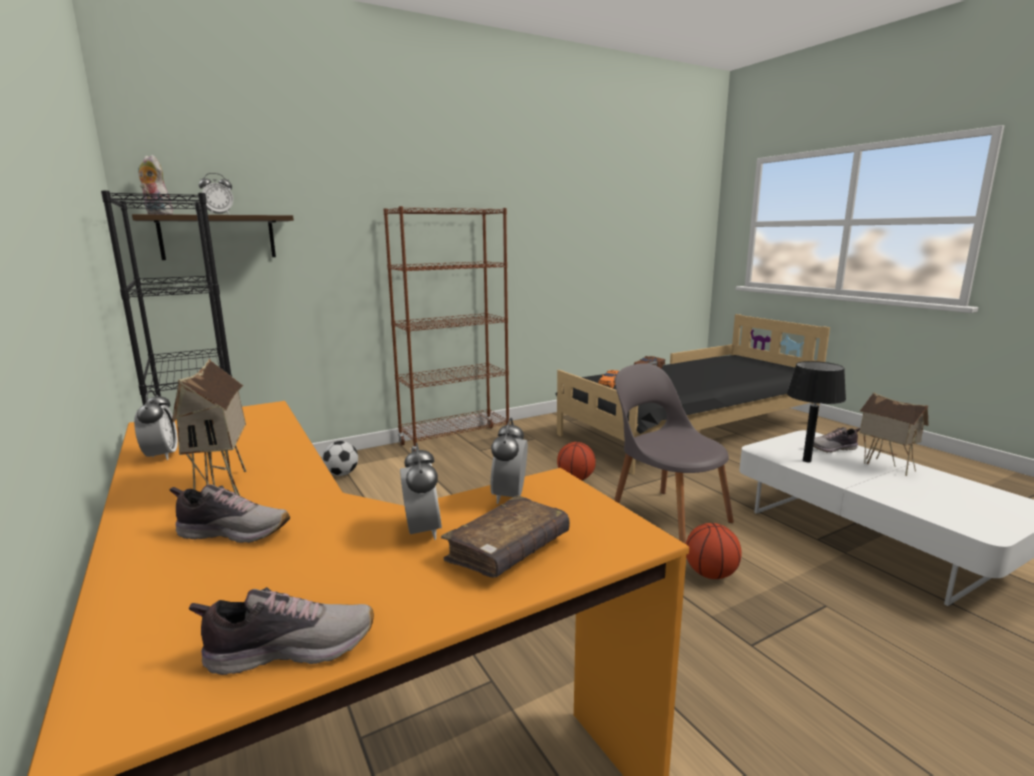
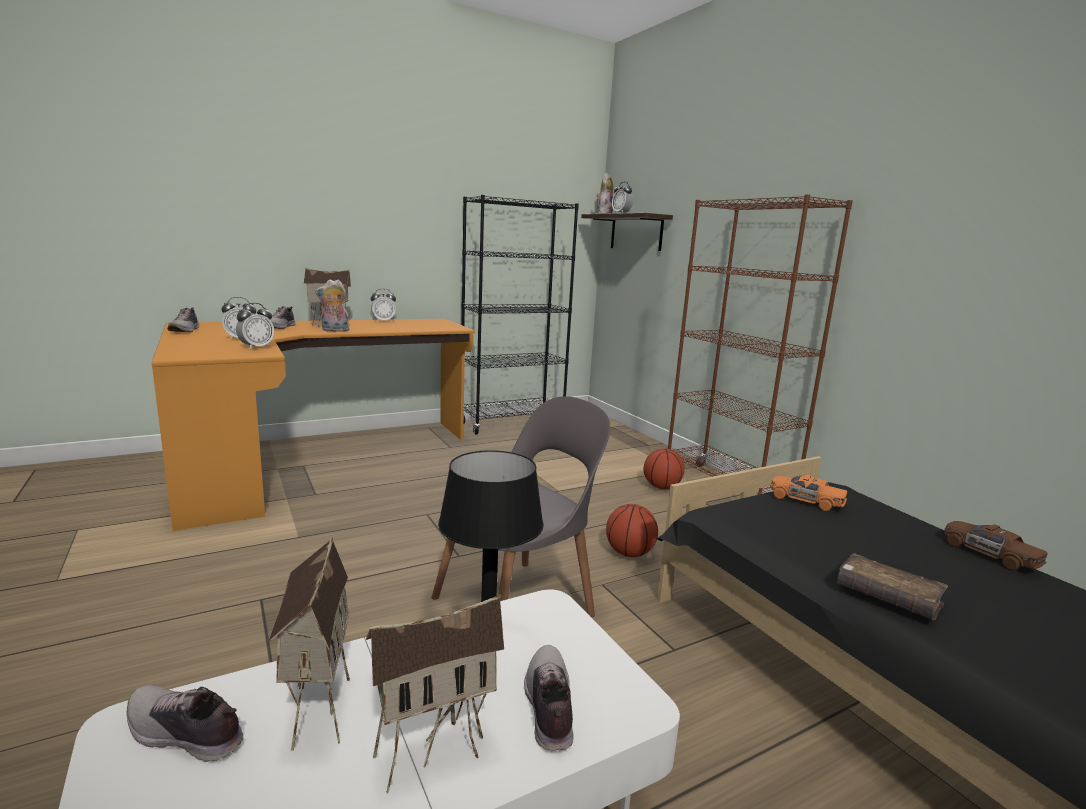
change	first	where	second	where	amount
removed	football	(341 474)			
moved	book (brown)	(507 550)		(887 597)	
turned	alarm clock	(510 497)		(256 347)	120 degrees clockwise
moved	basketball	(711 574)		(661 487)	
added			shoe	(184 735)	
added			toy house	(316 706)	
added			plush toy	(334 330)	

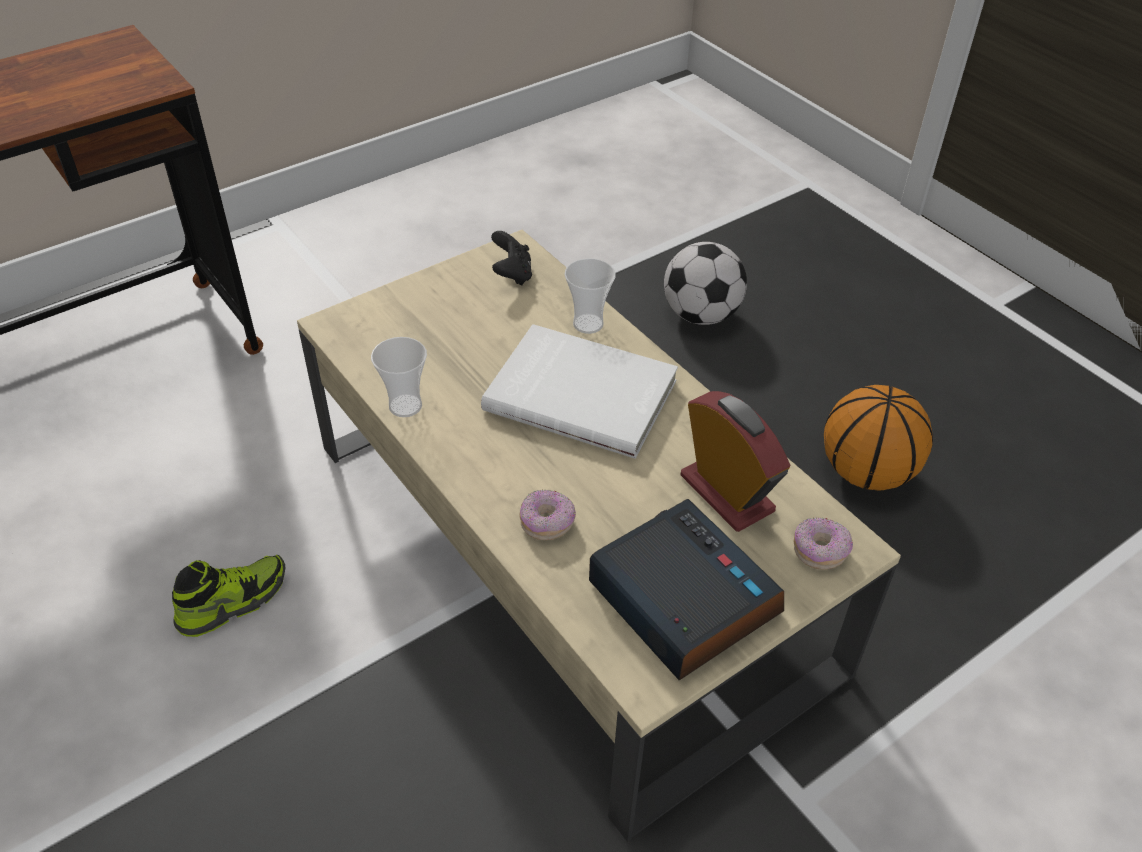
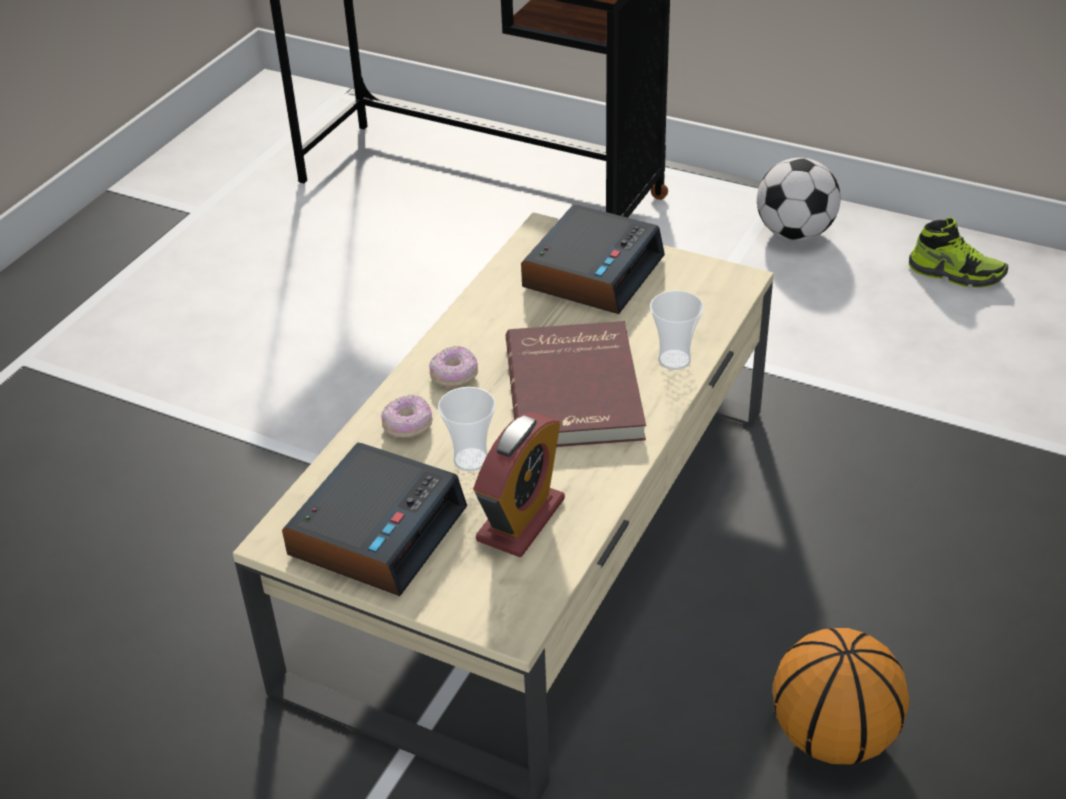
change	first	where	second	where	amount
moved	shoe	(233 602)		(955 273)	
moved	cup	(405 406)		(471 460)	
recoloured	book (white)	(582 393)	book (red)	(577 390)	
removed	game controller (black)	(512 274)			
moved	football	(700 315)		(794 233)	
moved	donut	(819 551)		(454 376)	
added			alarm clock	(592 272)	

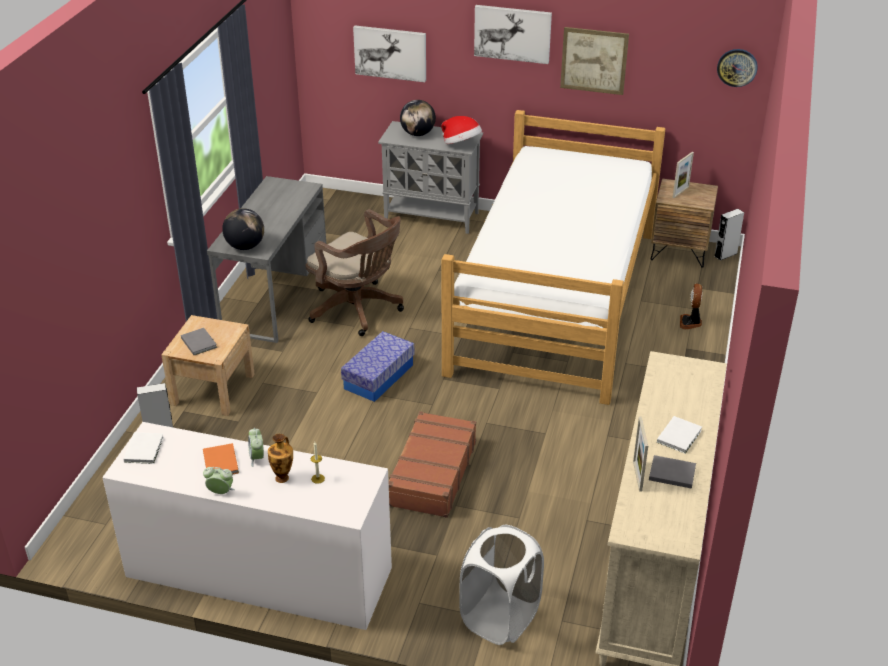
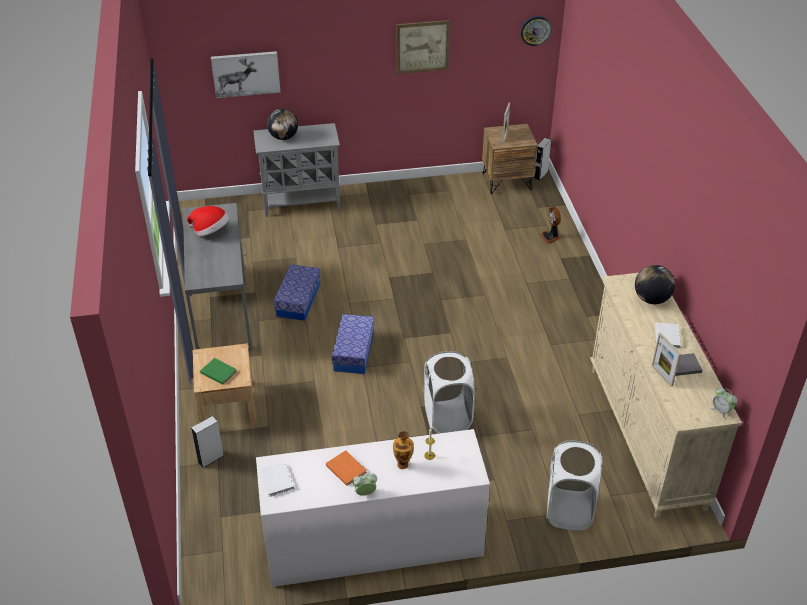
change	first	where	second	where	amount
recoloured	book (grey)	(199 342)	book (green)	(218 371)	
moved	globe	(245 246)		(651 299)	
moved	alarm clock	(257 458)		(721 411)	
replaced	office chair (brown)	(358 310)	storage box	(298 300)	
replaced	suitcase (brown)	(432 474)	laundry basket (white)	(447 417)	
moved	hat	(461 144)		(211 231)	
removed	bed	(556 300)			
removed	picture	(512 33)			

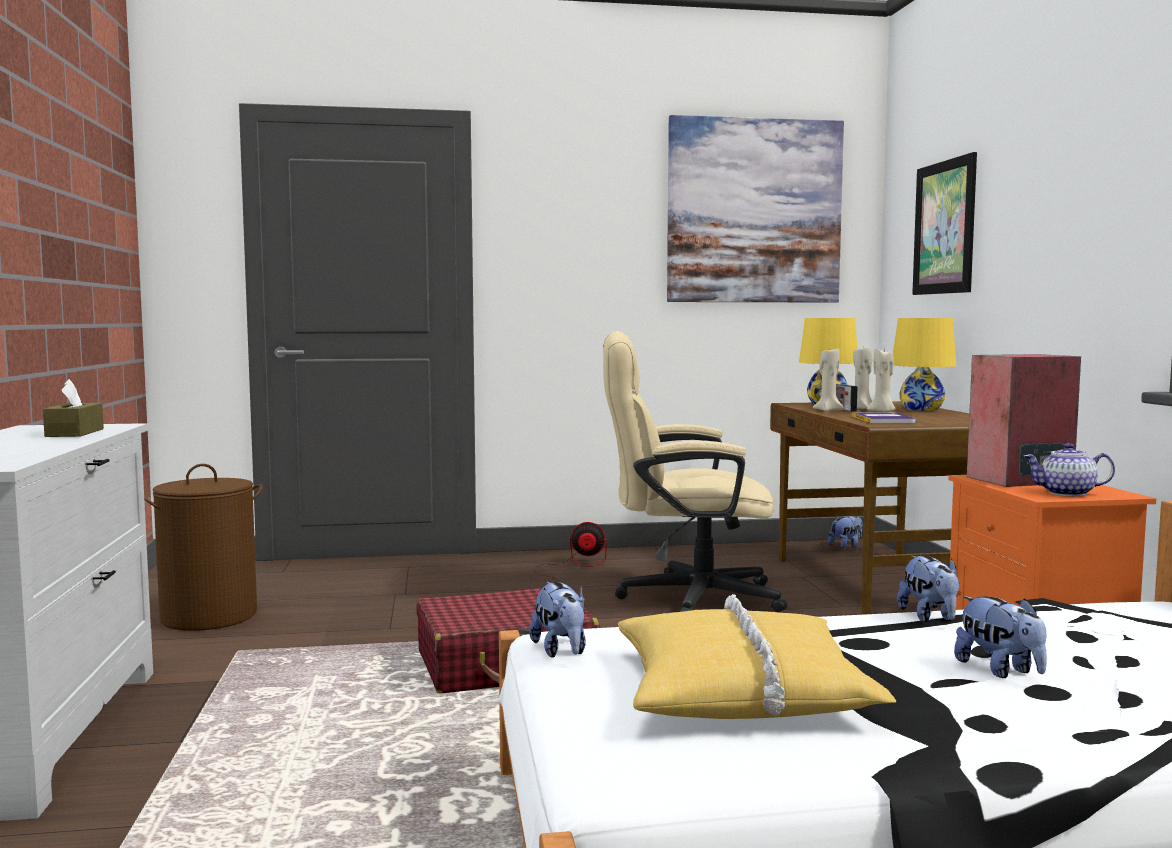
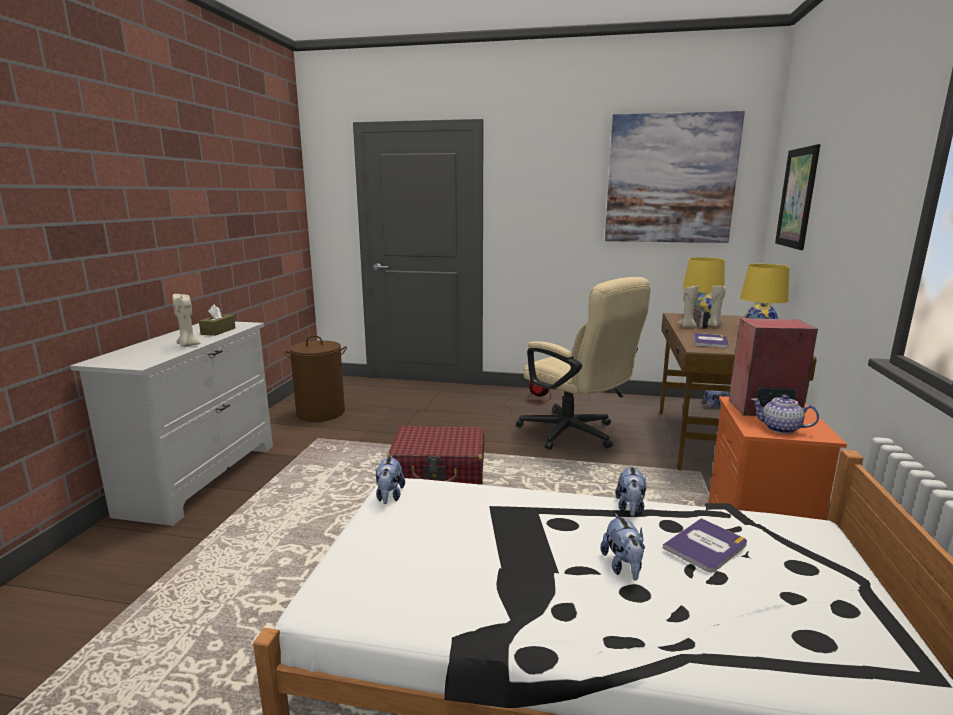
change	first	where	second	where	amount
turned	office chair (beige)	(684 597)		(575 435)	150 degrees counterclockwise
removed	pillow (yellow)	(741 689)			
moved	candle (beige)	(882 412)		(188 345)	
added			book	(705 546)	

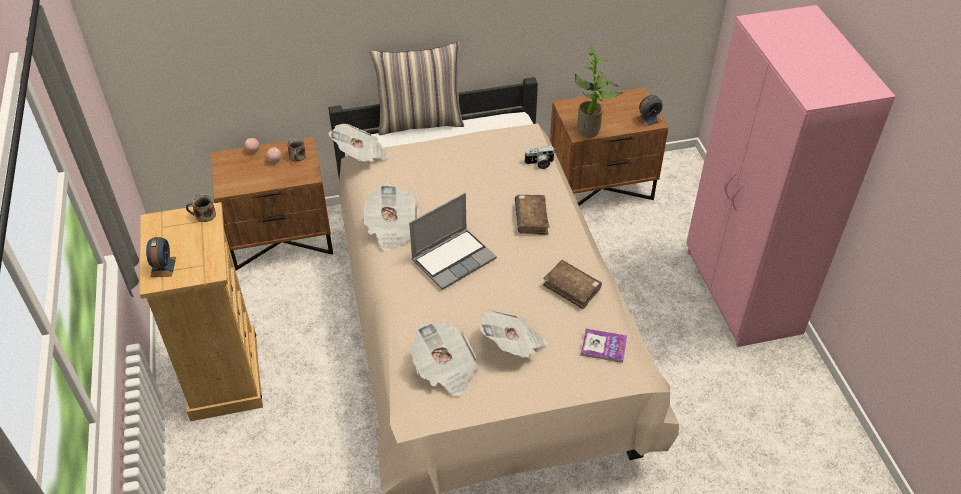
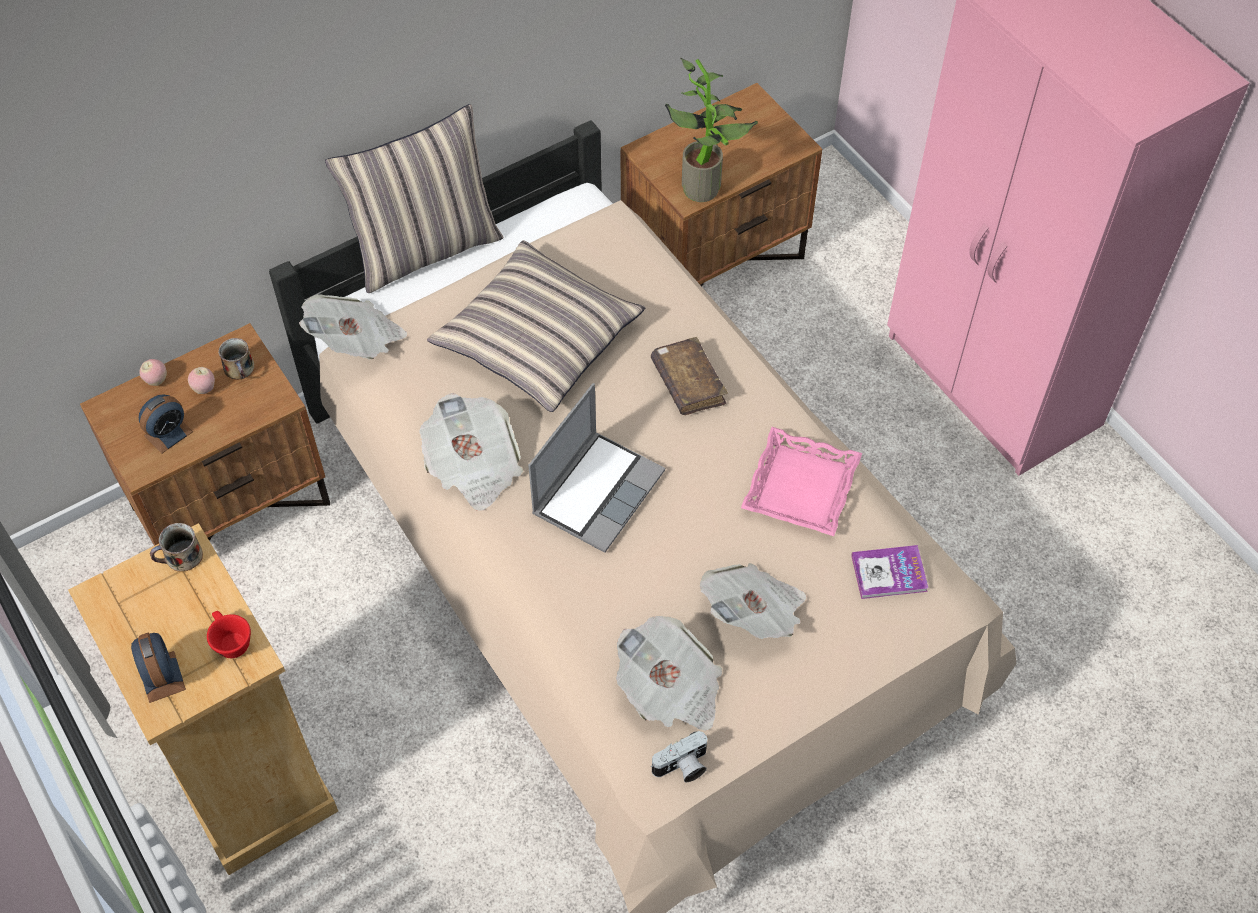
change	first	where	second	where	amount
moved	photo camera	(539 163)		(682 767)	
replaced	book (brown)	(572 288)	tray (pink)	(801 488)	
moved	alarm clock	(648 119)		(168 433)	
added			cup (red)	(230 641)	
added			pillow	(538 338)	

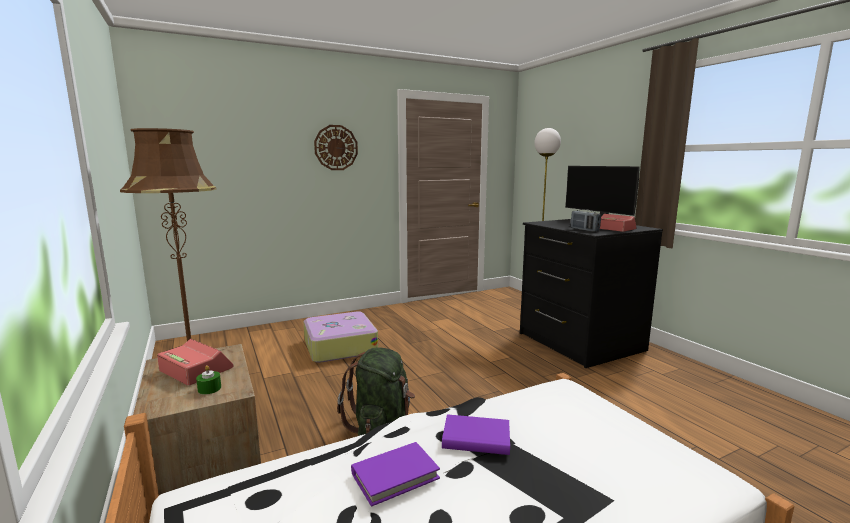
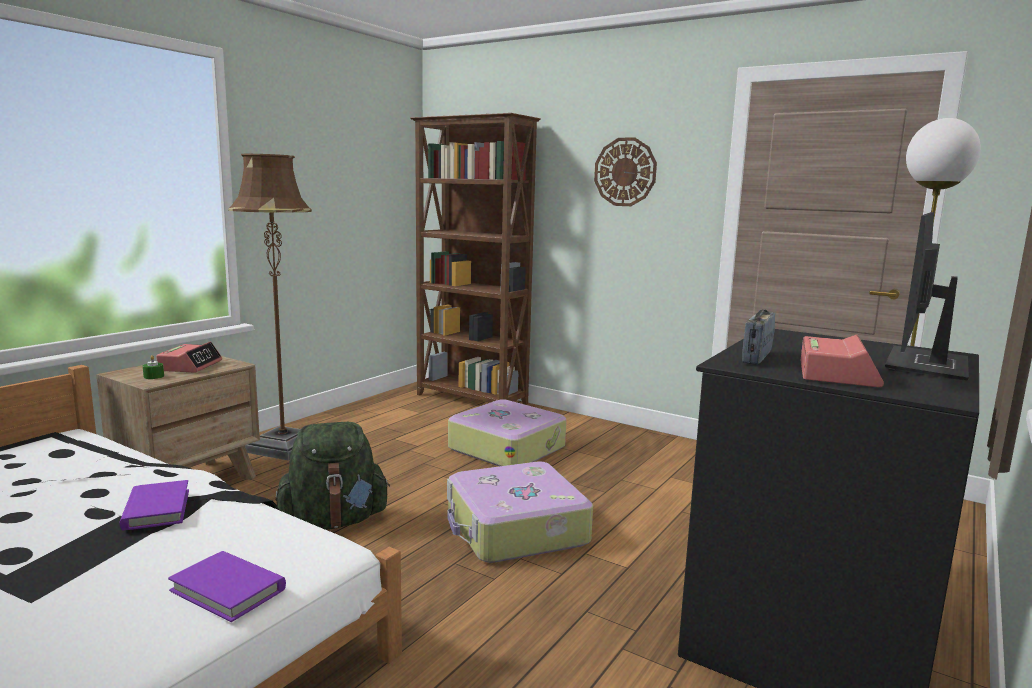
change	first	where	second	where	amount
moved	book (purple)	(395 476)		(228 590)	
added			bookcase (brown)	(471 400)	
added			suitcase	(515 529)	

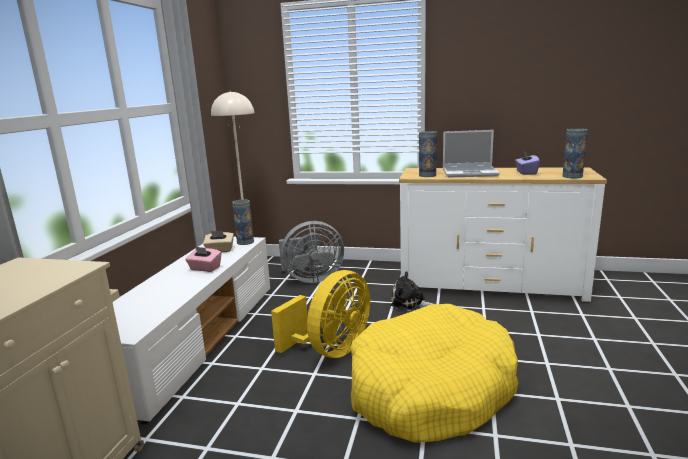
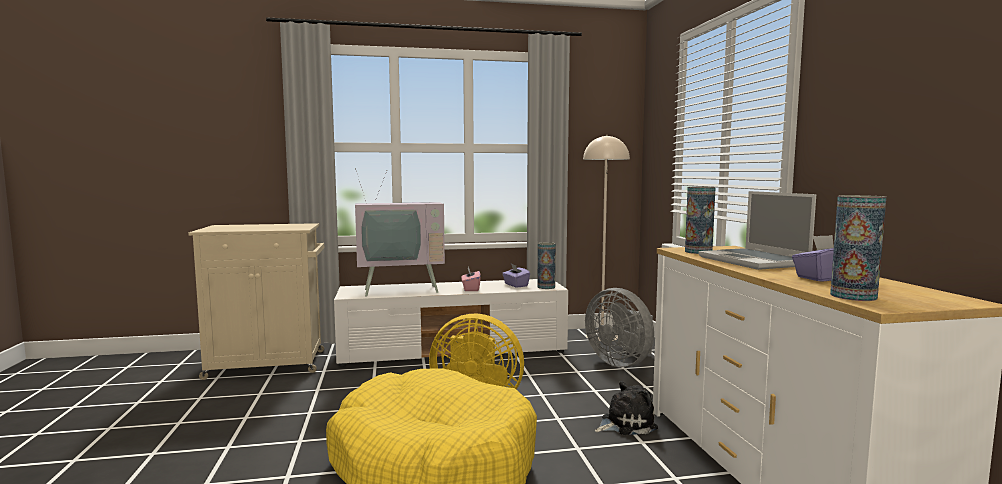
change	first	where	second	where	amount
recoloured	tissue box (beige)	(220 250)	tissue box (purple)	(515 285)	
turned	plush toy	(410 303)		(625 424)	75 degrees clockwise
added			television	(401 289)	

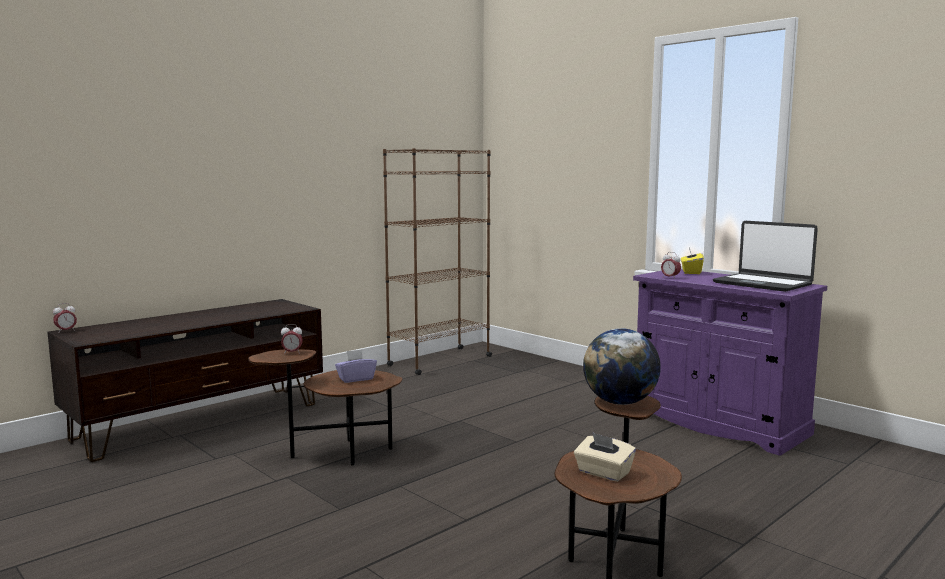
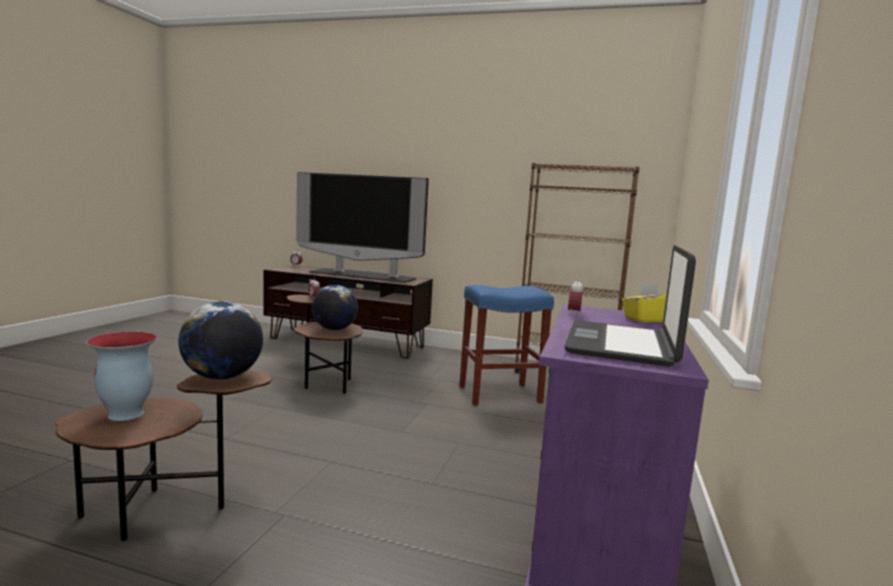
change	first	where	second	where	amount
replaced	tissue box (purple)	(356 379)	globe	(334 329)	
replaced	tissue box (beige)	(603 473)	vase	(126 414)	
added			television	(363 275)	
added			stool (blue)	(500 394)	

